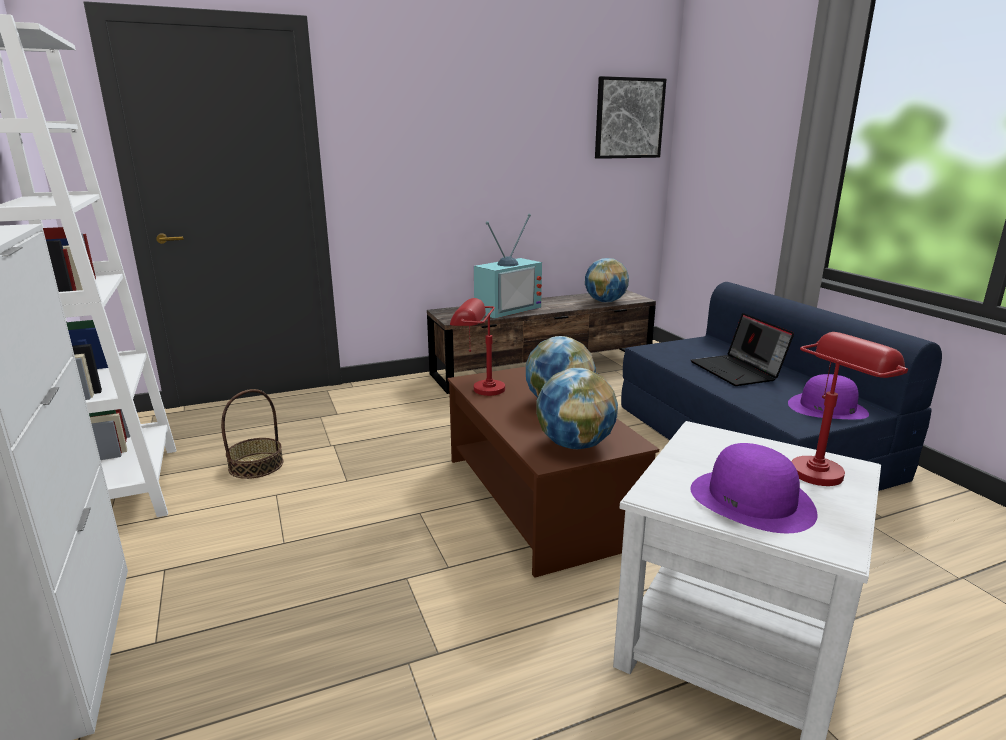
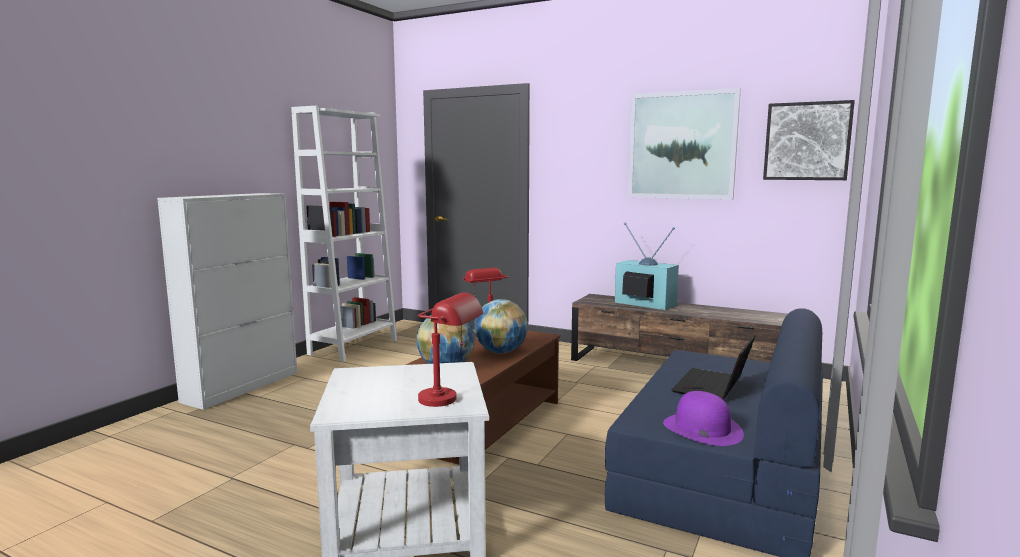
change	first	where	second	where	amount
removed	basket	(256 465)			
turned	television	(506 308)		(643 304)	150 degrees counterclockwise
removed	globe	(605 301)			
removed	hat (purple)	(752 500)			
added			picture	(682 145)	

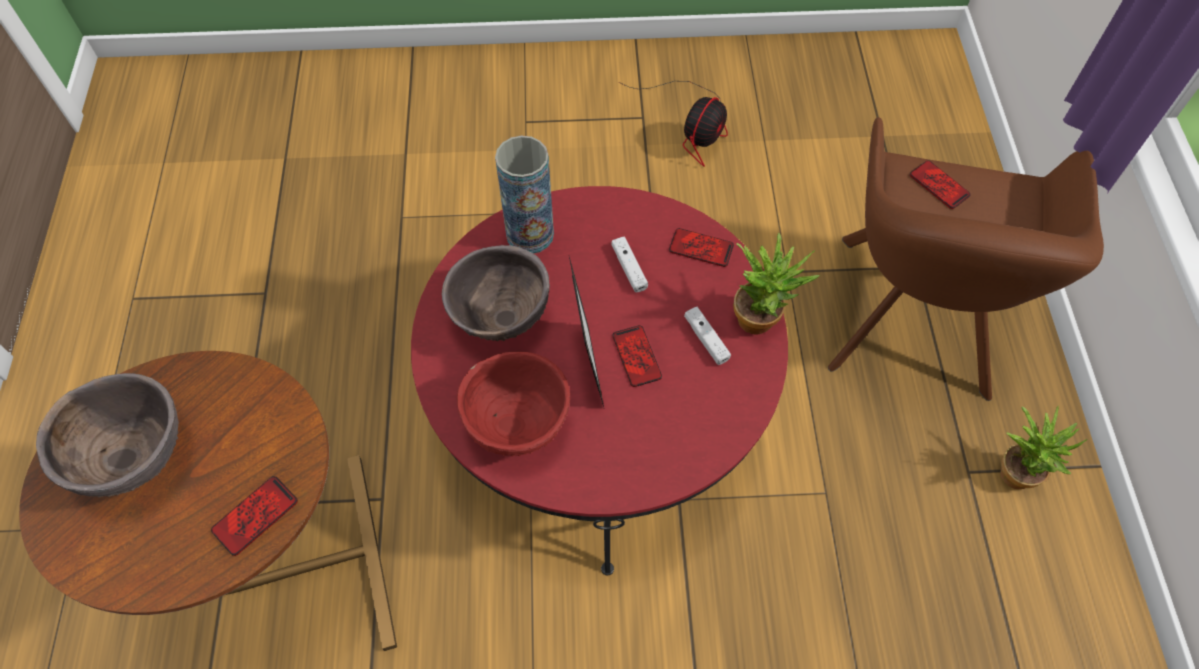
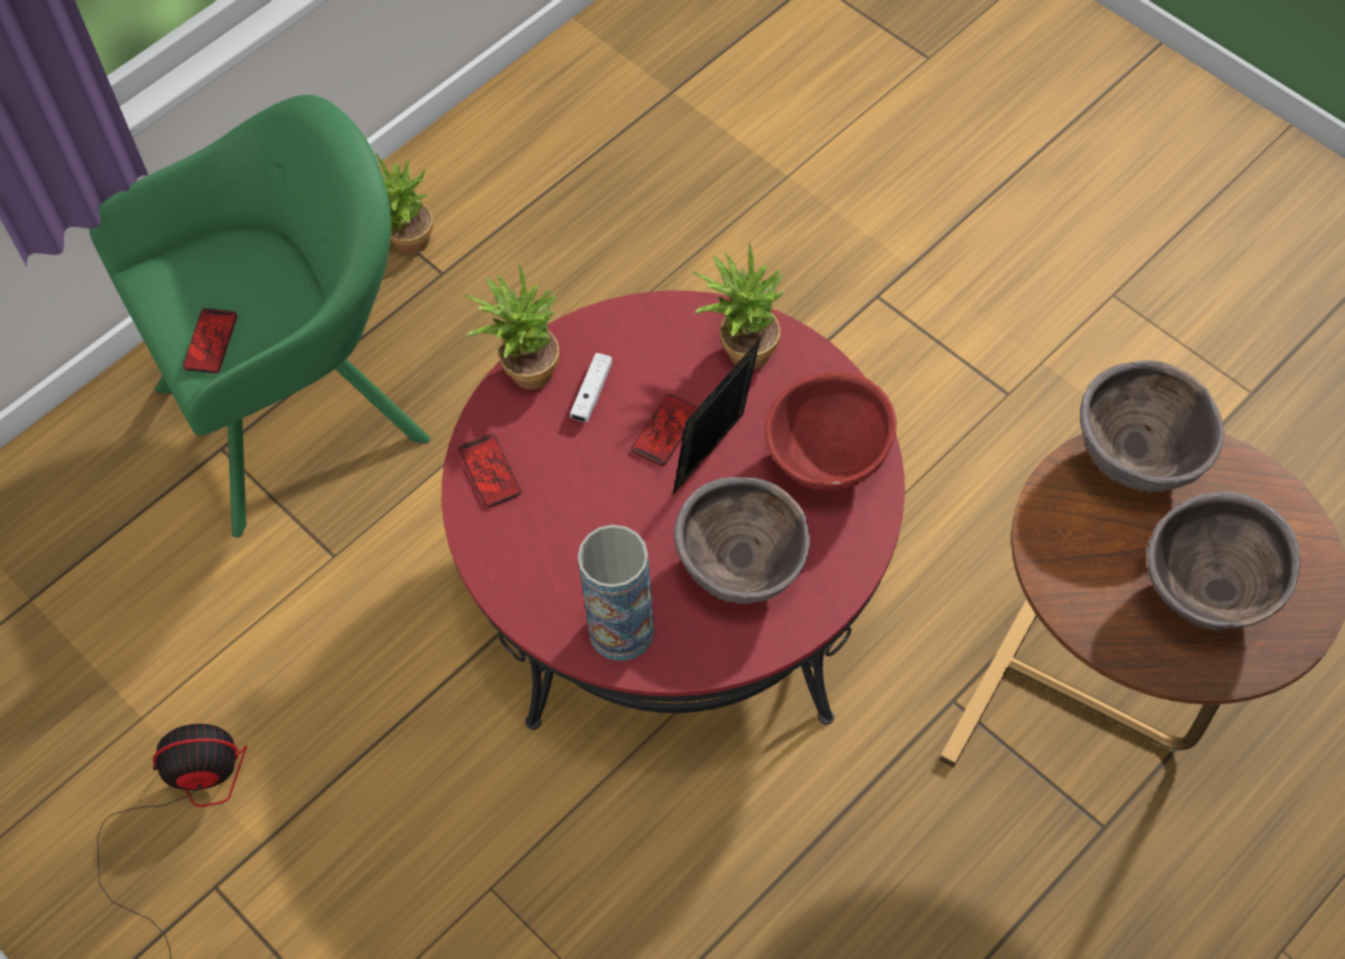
change	first	where	second	where	amount
replaced	phone	(255 516)	bowl (brown)	(1137 461)	
removed	game controller (white)	(629 268)			
recoloured	armchair (brown)	(912 324)	armchair (green)	(304 407)	
added			potted plant	(740 349)	

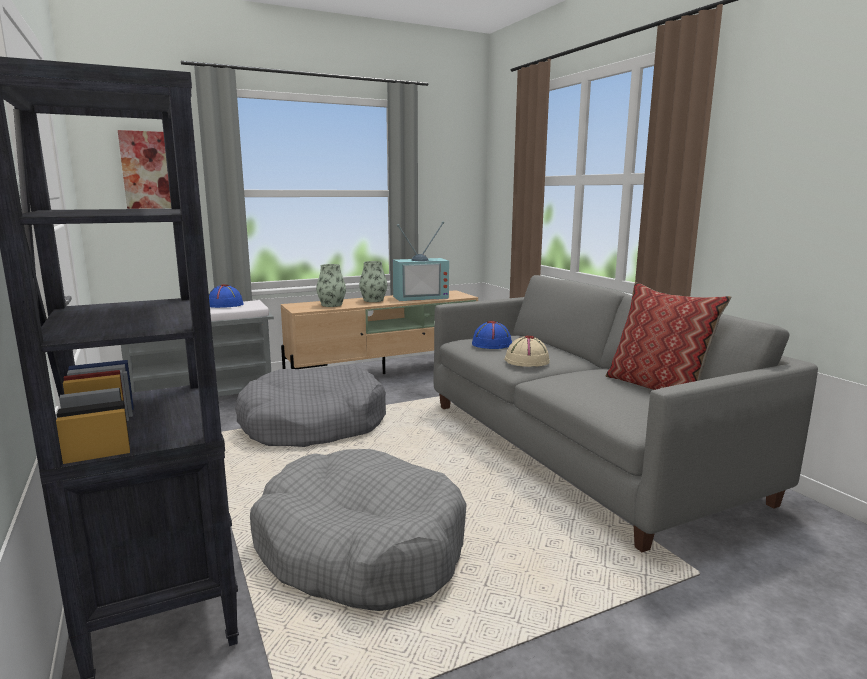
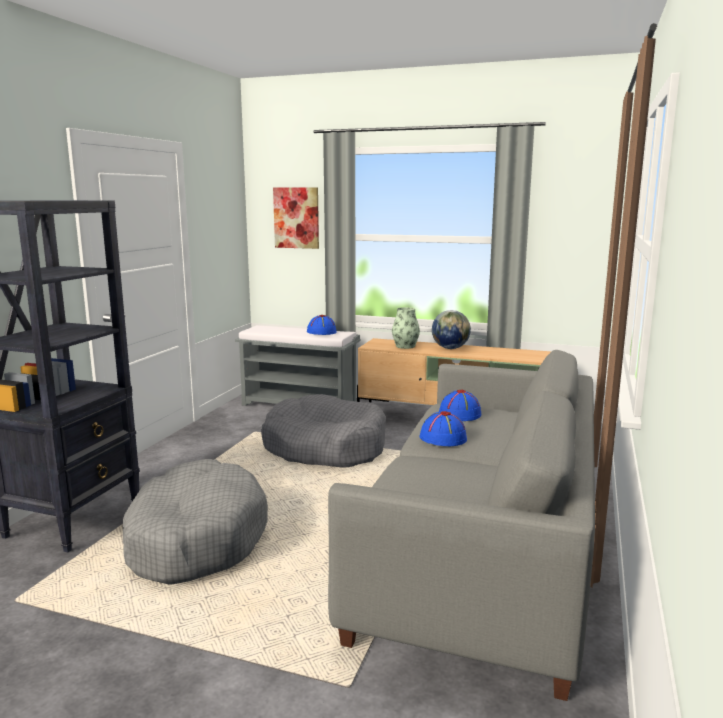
change	first	where	second	where	amount
replaced	vase	(373 300)	globe	(450 348)	
removed	television	(420 297)			
recoloured	hat (beige)	(526 361)	hat (blue)	(442 438)	
removed	pillow	(658 387)			

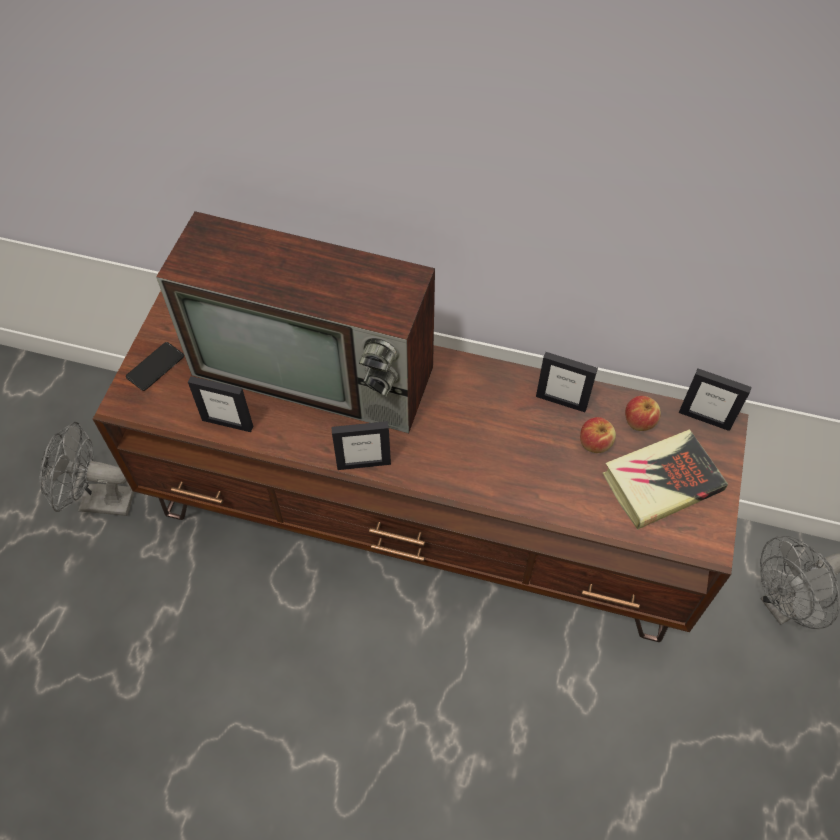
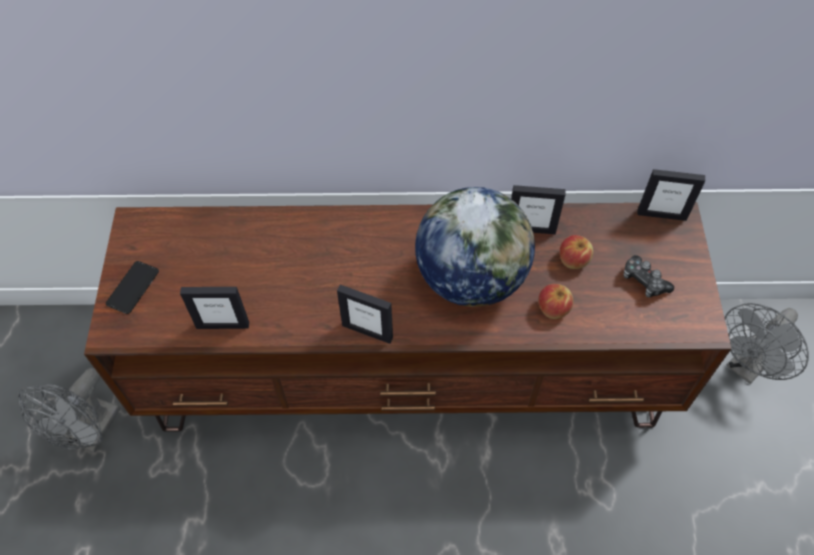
change	first	where	second	where	amount
turned	fan (grey)	(98 501)		(91 434)	60 degrees counterclockwise
removed	television	(317 371)			
turned	picture frame	(363 463)		(367 331)	45 degrees clockwise
replaced	book	(661 482)	game controller	(644 281)	
moved	apple	(639 421)		(553 308)	
added			globe	(471 278)	

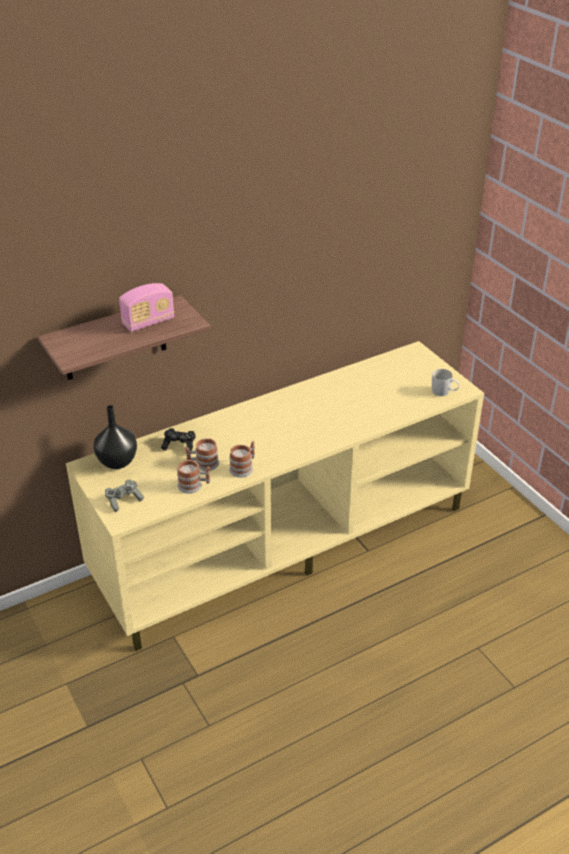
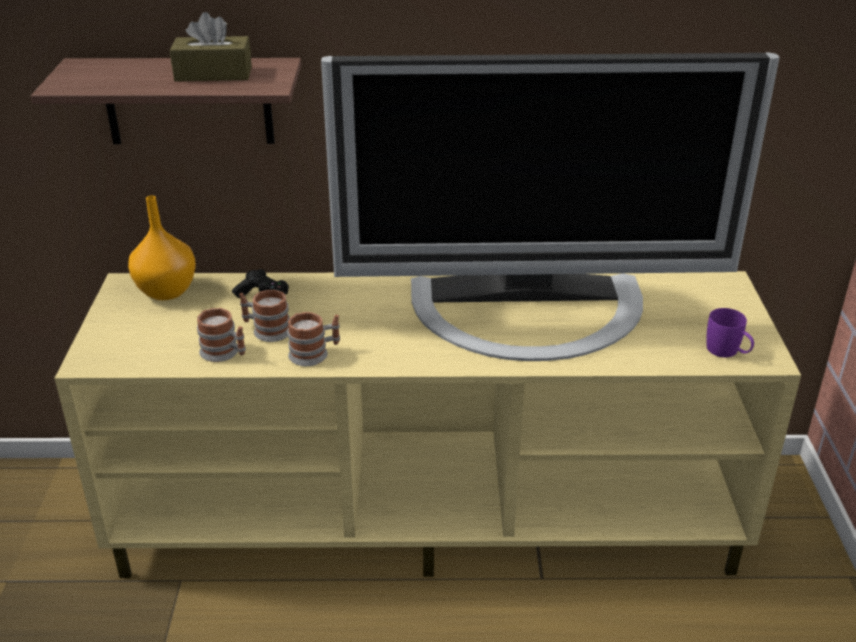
change	first	where	second	where	amount
recoloured	vase (black)	(117 462)	vase (orange)	(166 292)	
removed	game controller (grey)	(124 500)			
replaced	radio	(148 322)	tissue box (brown)	(213 74)	
recoloured	mug (white)	(444 392)	mug (purple)	(727 352)	
added			television	(529 313)	

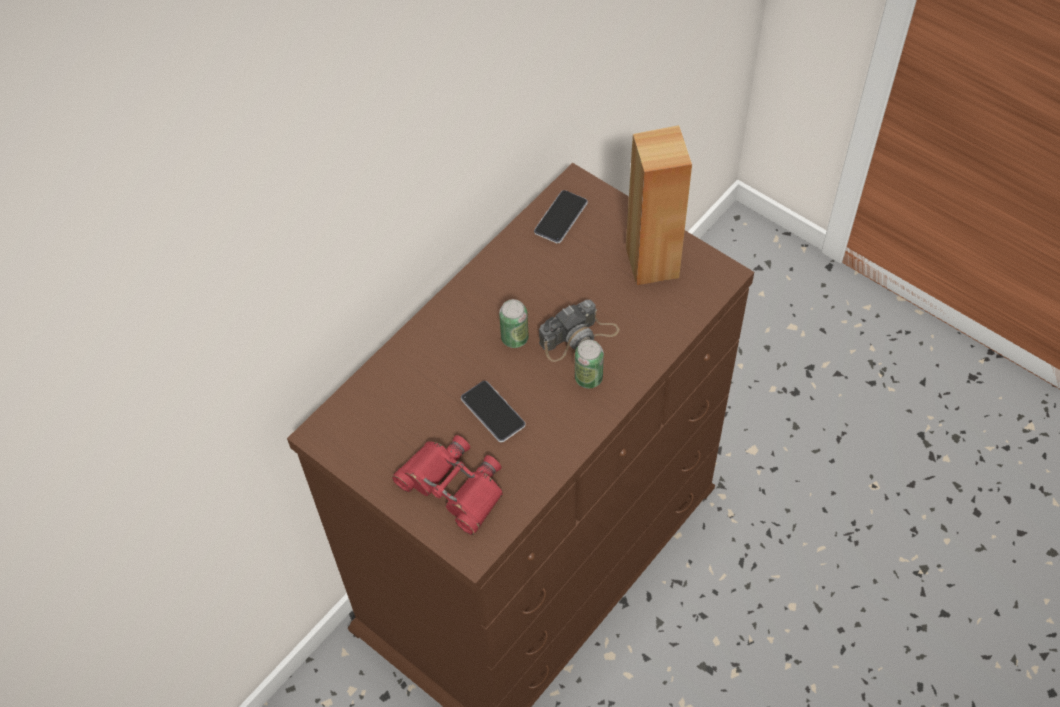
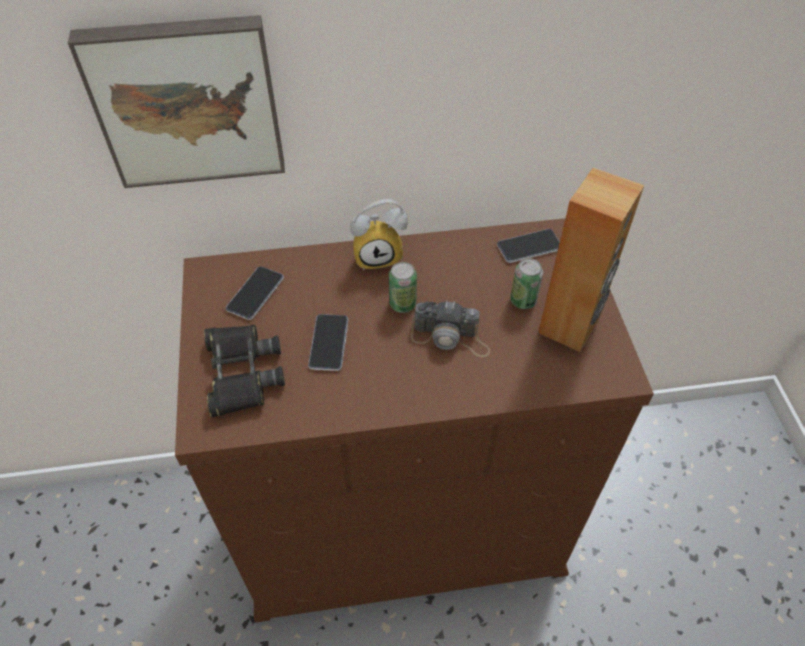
change	first	where	second	where	amount
recoloured	binoculars (red)	(453 487)	binoculars (black)	(242 373)	
moved	can	(588 378)		(523 300)	
added			picture	(188 101)	
added			phone	(255 293)	
added			alarm clock	(379 255)	

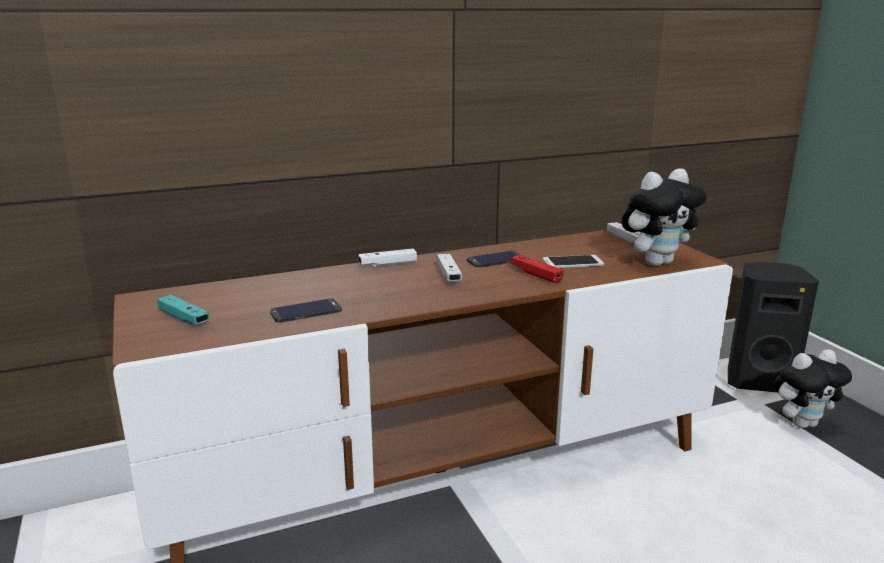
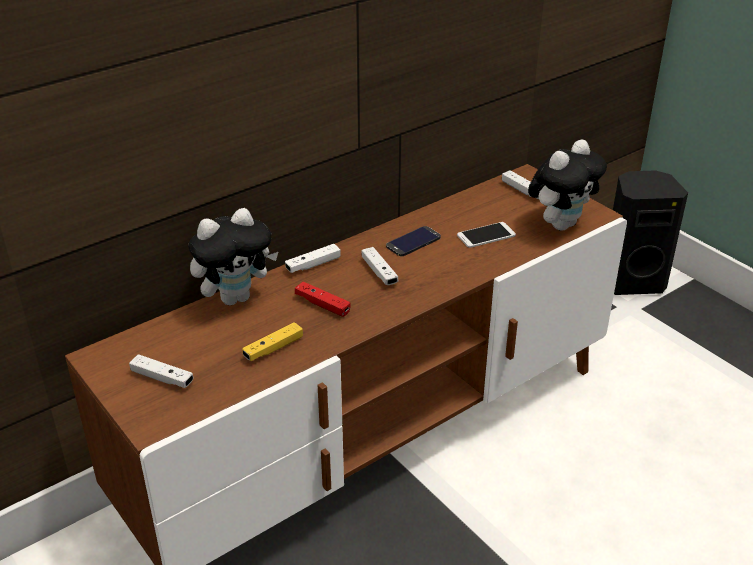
change	first	where	second	where	amount
recoloured	game controller (turquoise)	(184 318)	game controller (white)	(162 378)	
replaced	phone	(306 311)	game controller (yellow)	(273 348)	
moved	game controller (red)	(536 275)		(322 305)	
moved	plush toy	(802 423)		(235 297)	

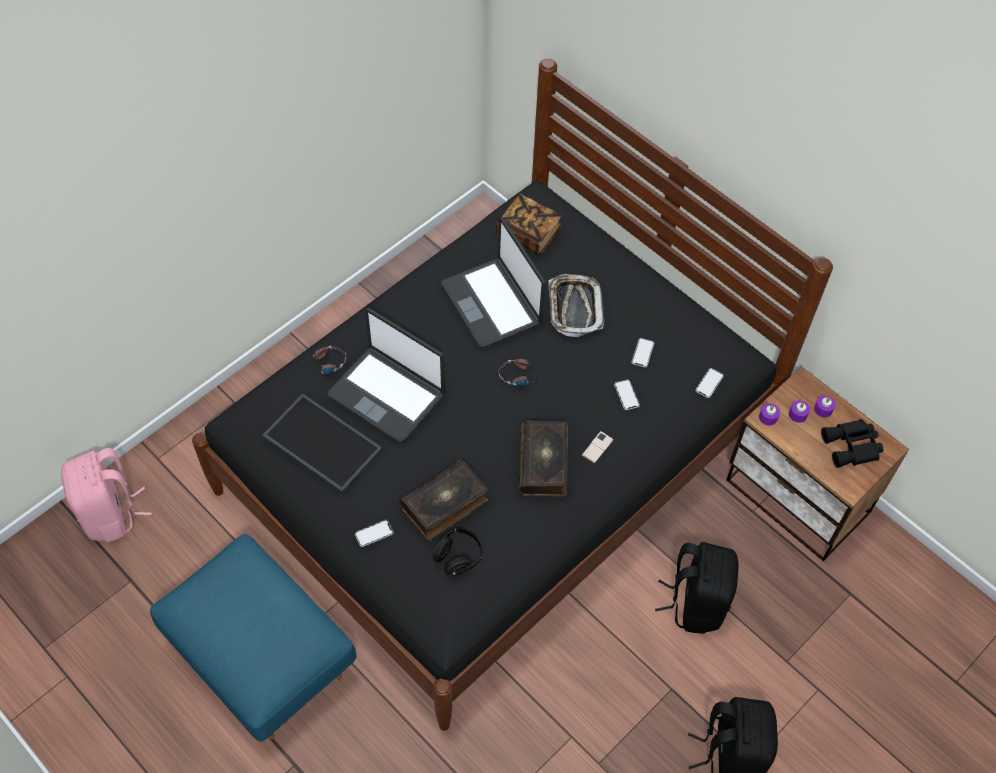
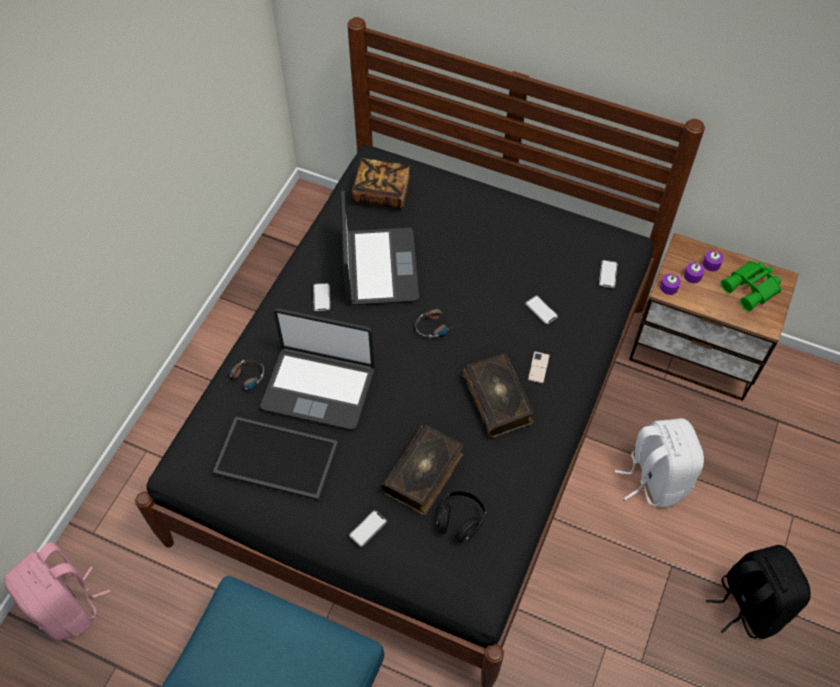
change	first	where	second	where	amount
turned	laptop	(492 303)		(379 267)	135 degrees counterclockwise
removed	tray	(574 308)			
moved	phone	(642 353)		(321 297)	
recoloured	backpack (black)	(695 602)	backpack (white)	(654 478)	
recoloured	binoculars (black)	(852 447)	binoculars (green)	(752 288)	

